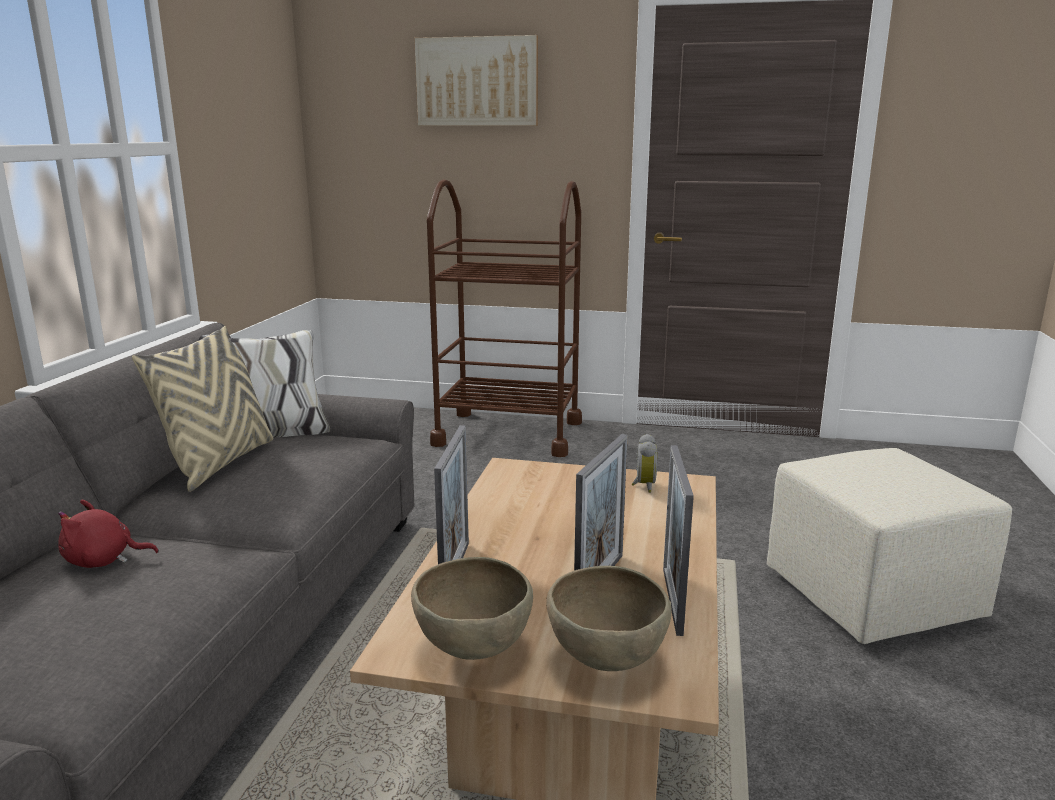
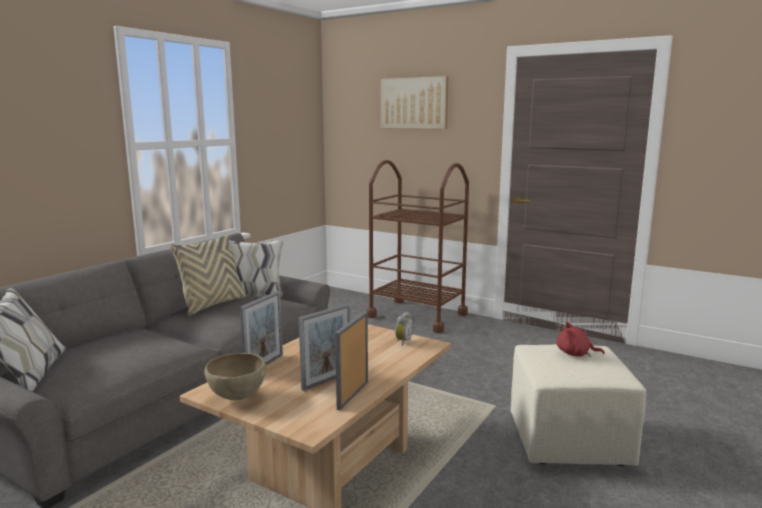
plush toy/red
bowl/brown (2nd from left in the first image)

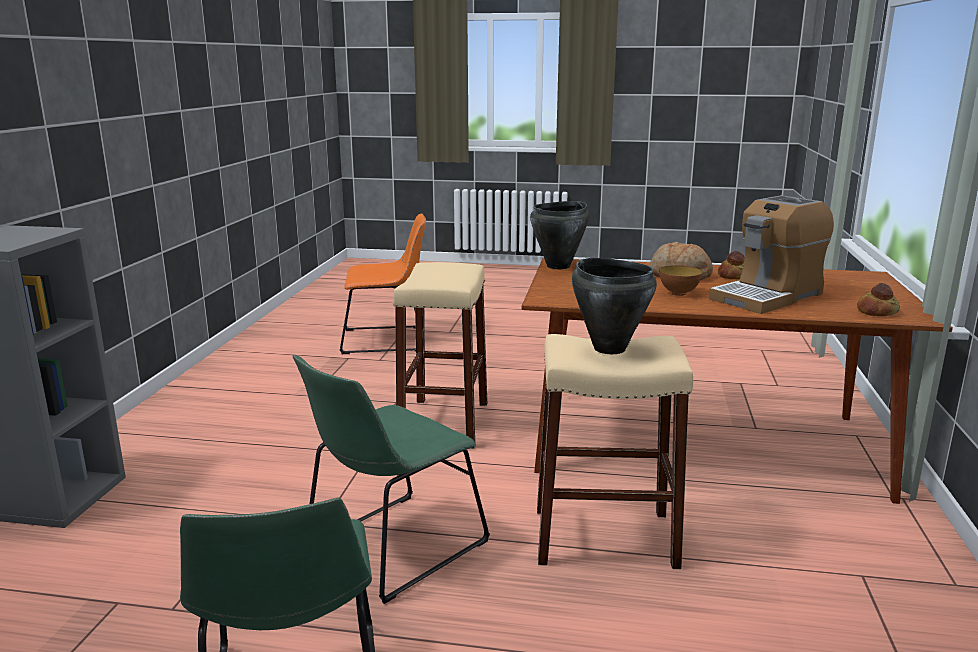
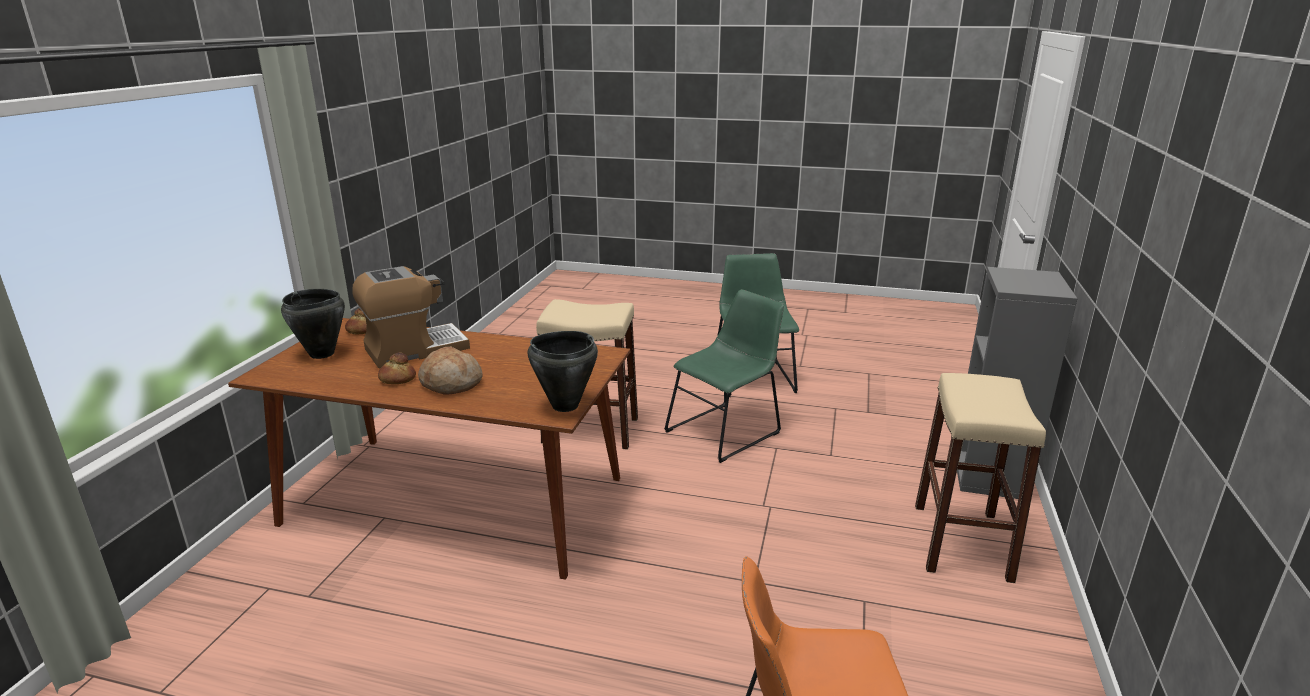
cooking pot/black (1st from left)
stool/beige (2nd from left)
bowl

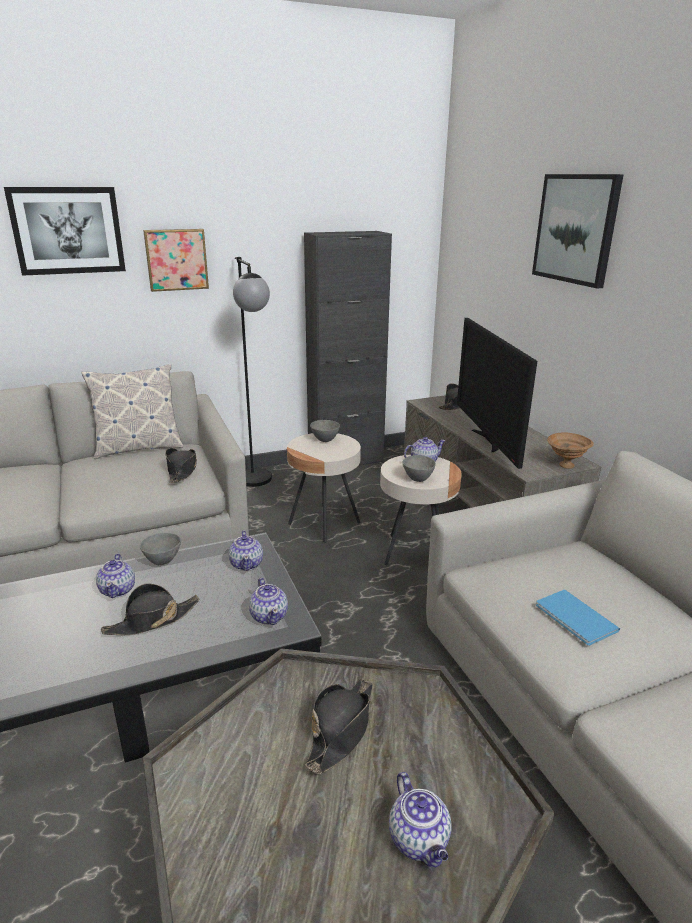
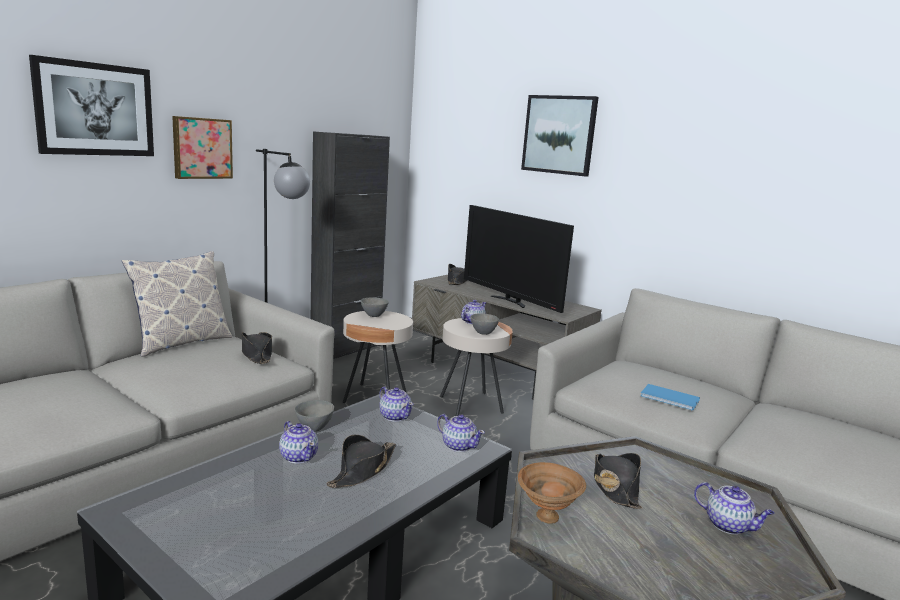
bowl/brown

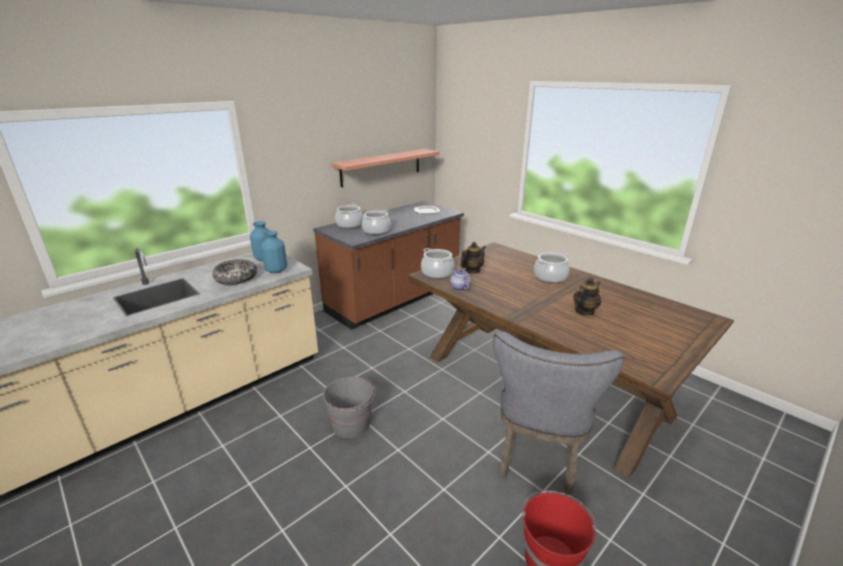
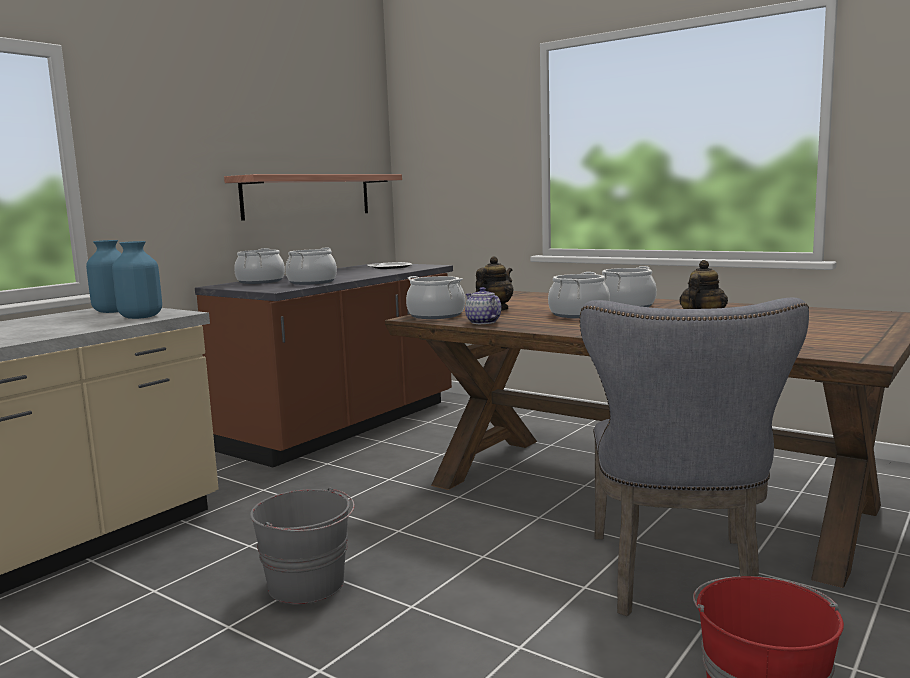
cooking pot (4th from left)
bowl

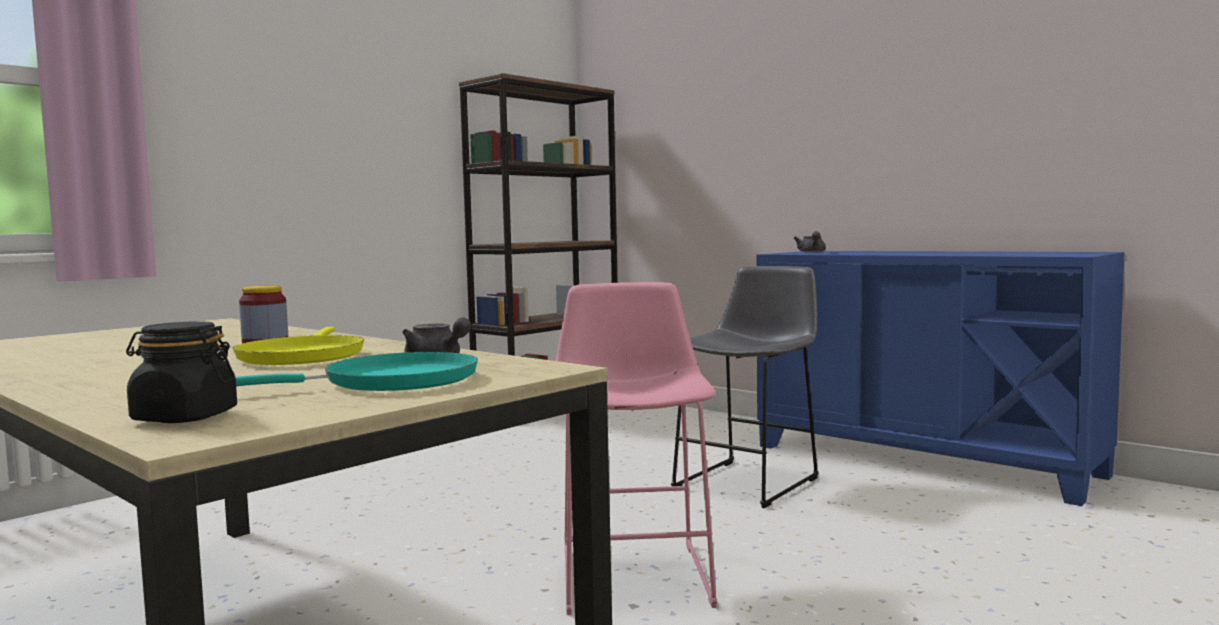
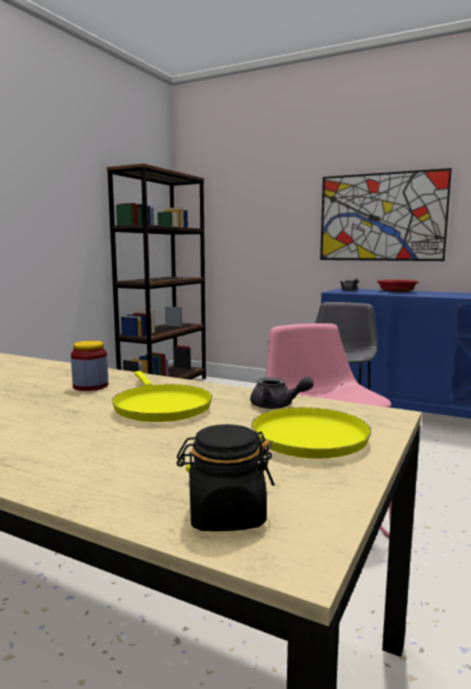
frying pan/yellow (2nd from left)
picture
bowl/red

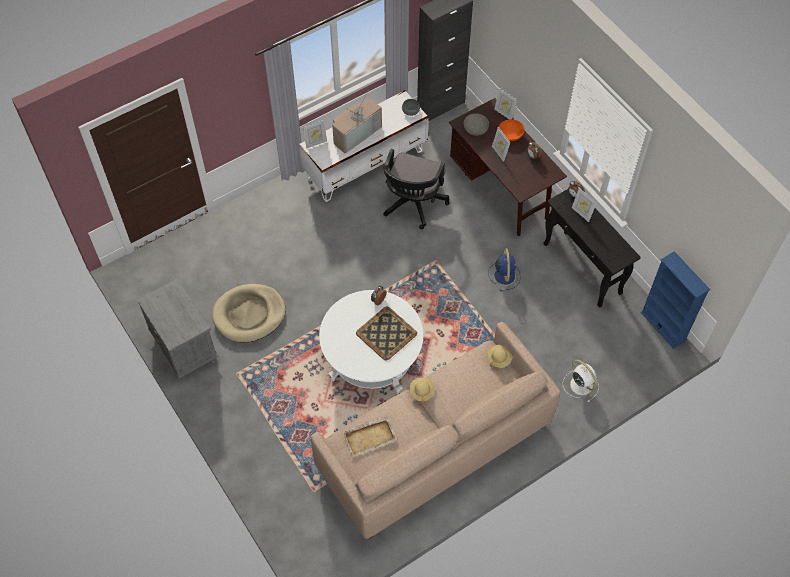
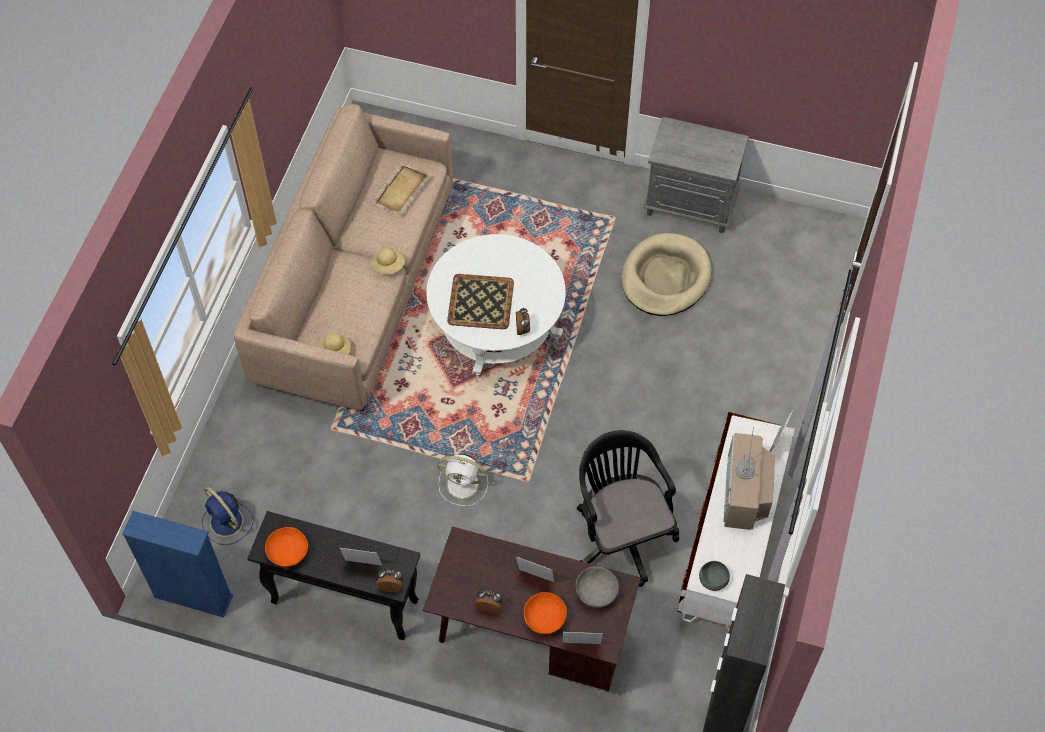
fan/blue
bowl/orange (1st from left)
fan/white

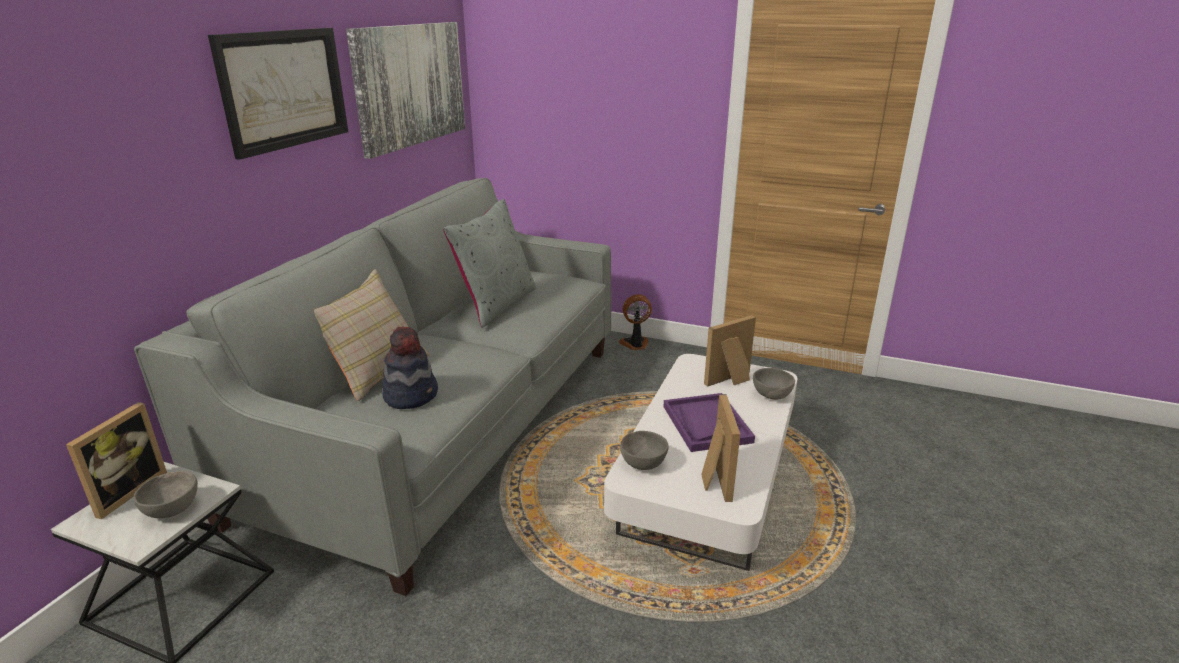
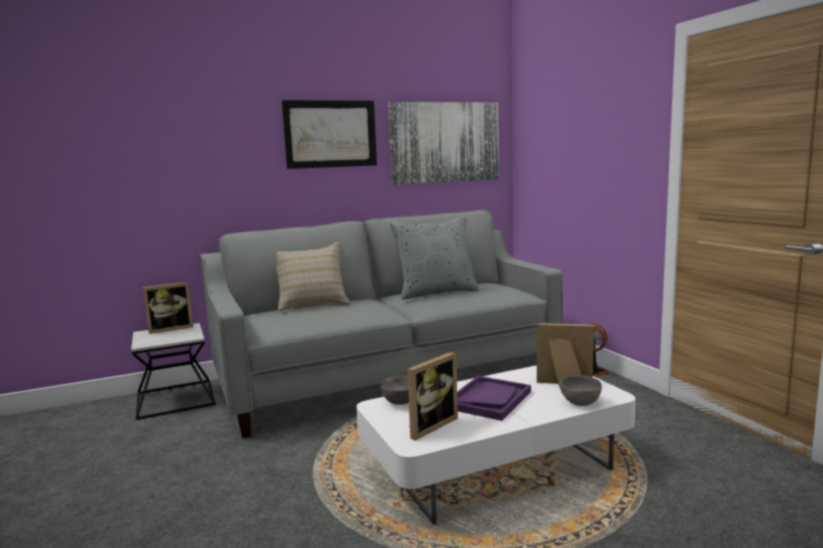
bowl/grey (1st from left in the first image)
hat

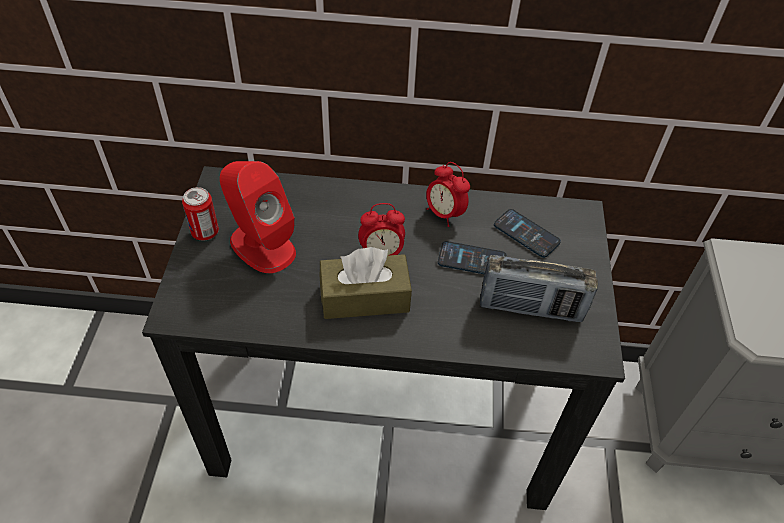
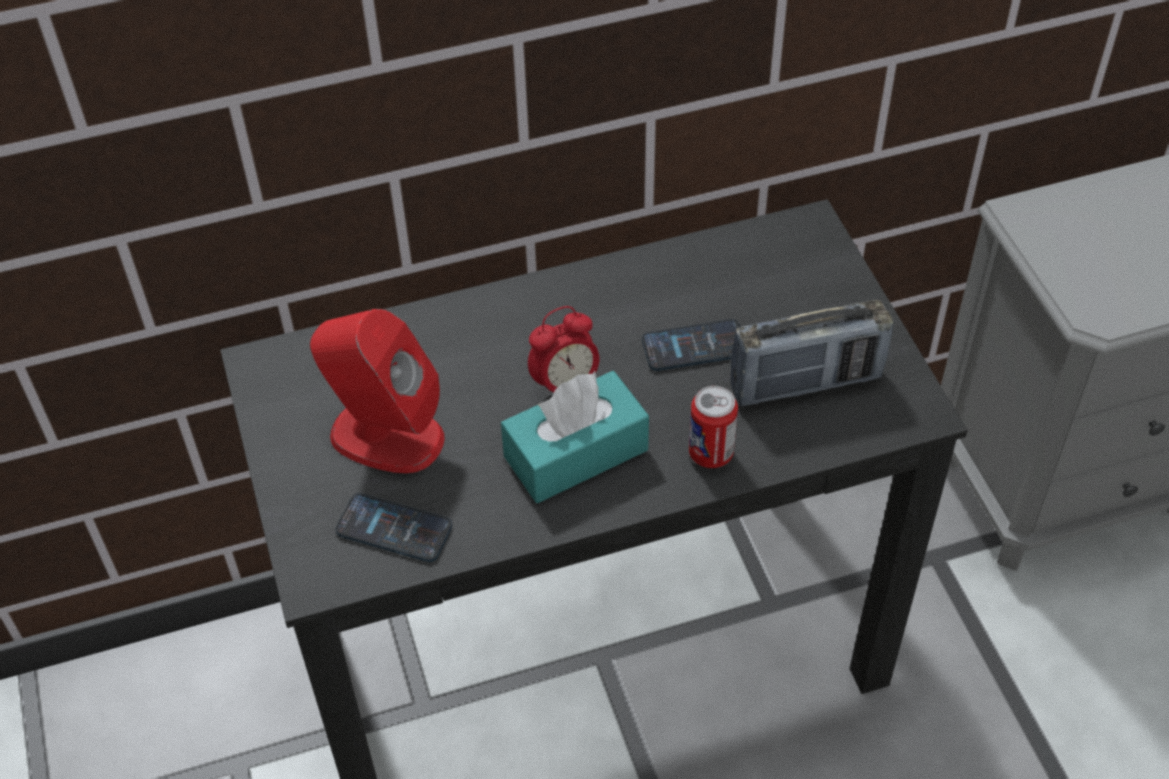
phone (1st from left)
tissue box/turquoise
can
alarm clock (2nd from left in the first image)

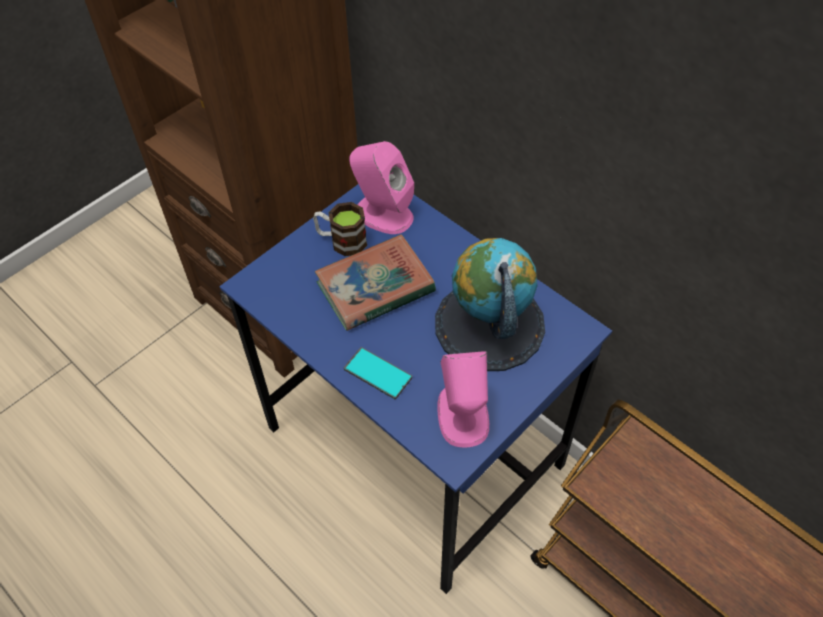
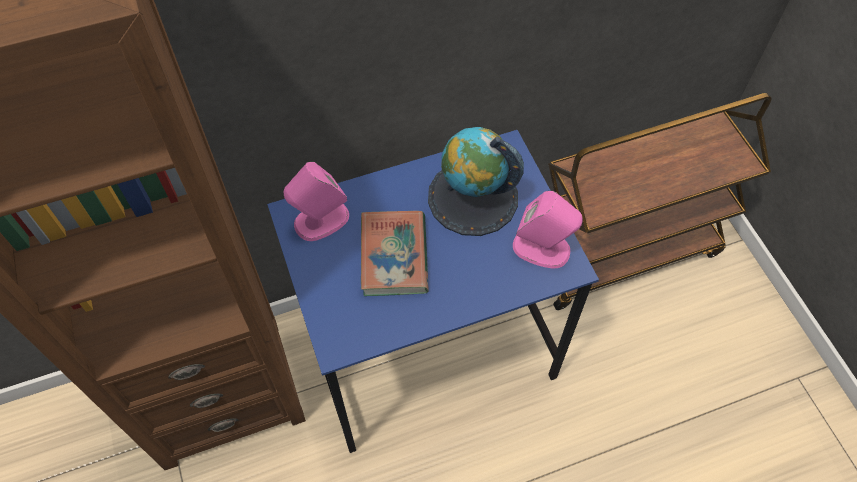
mug
phone

